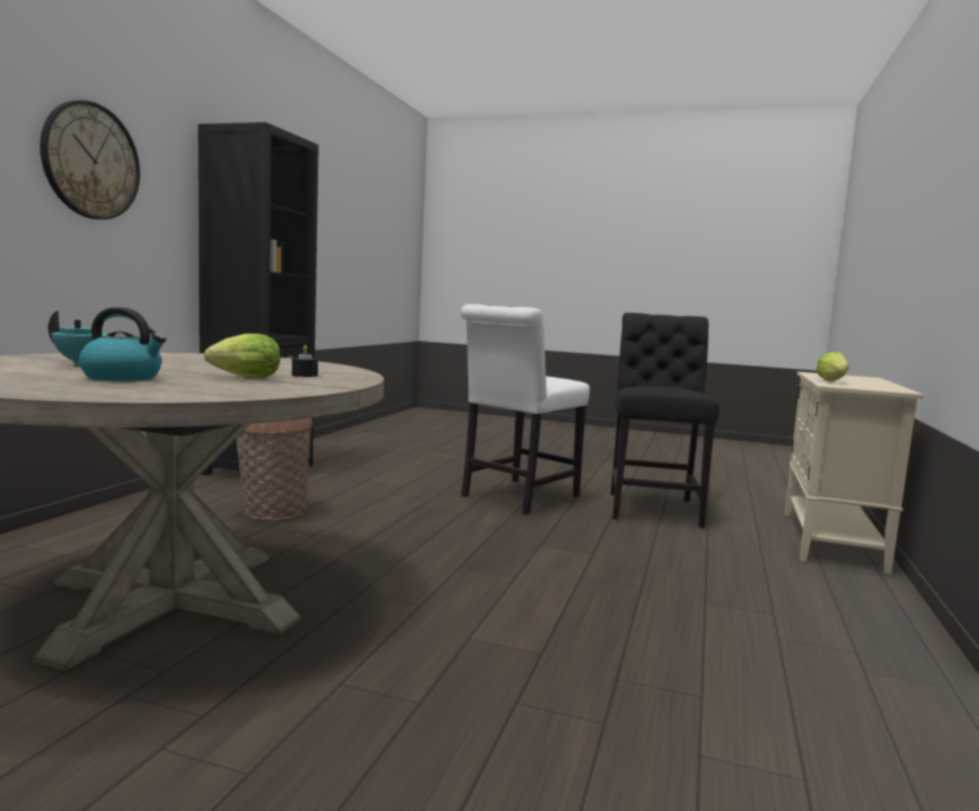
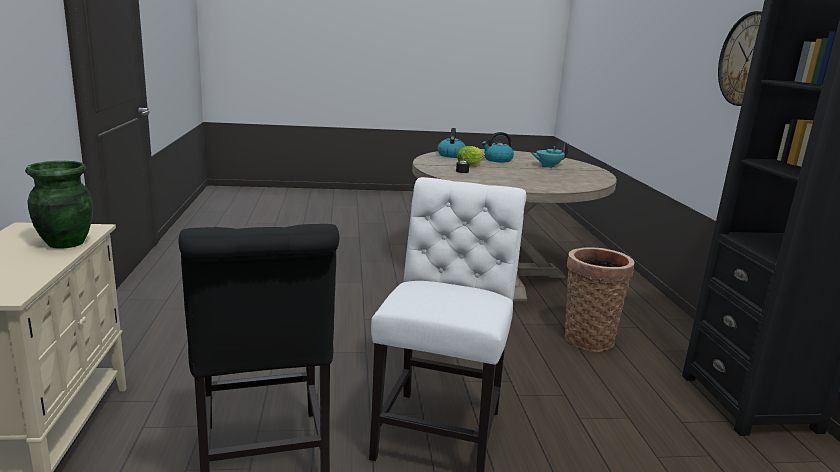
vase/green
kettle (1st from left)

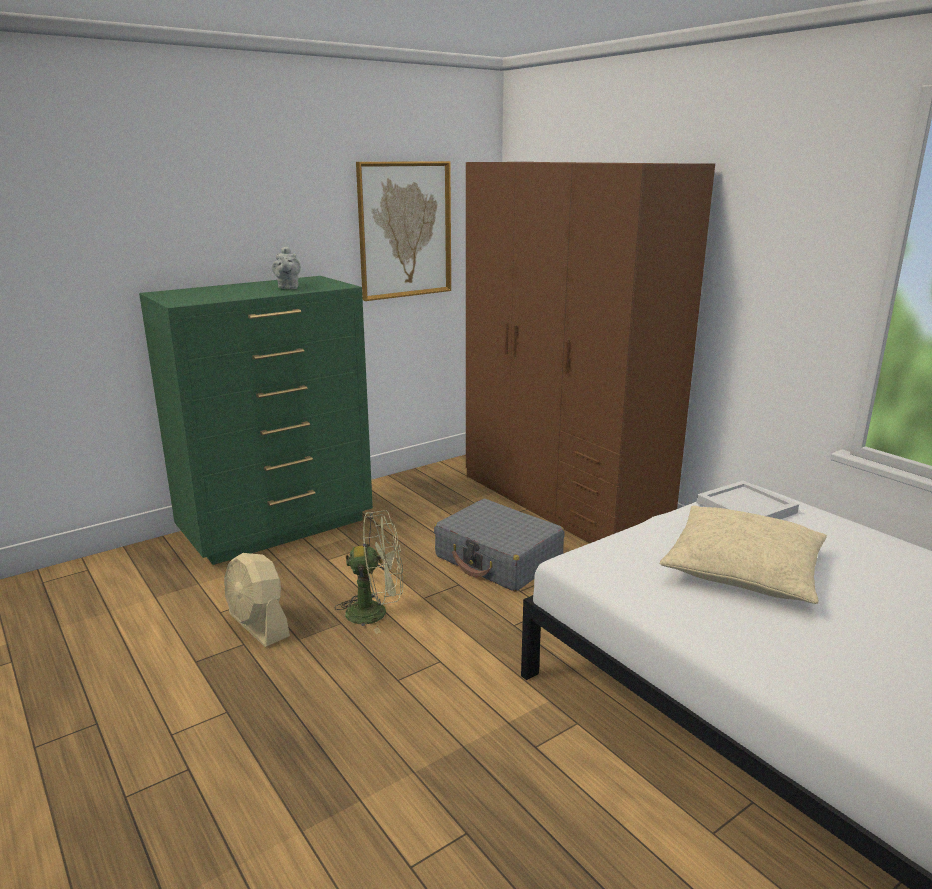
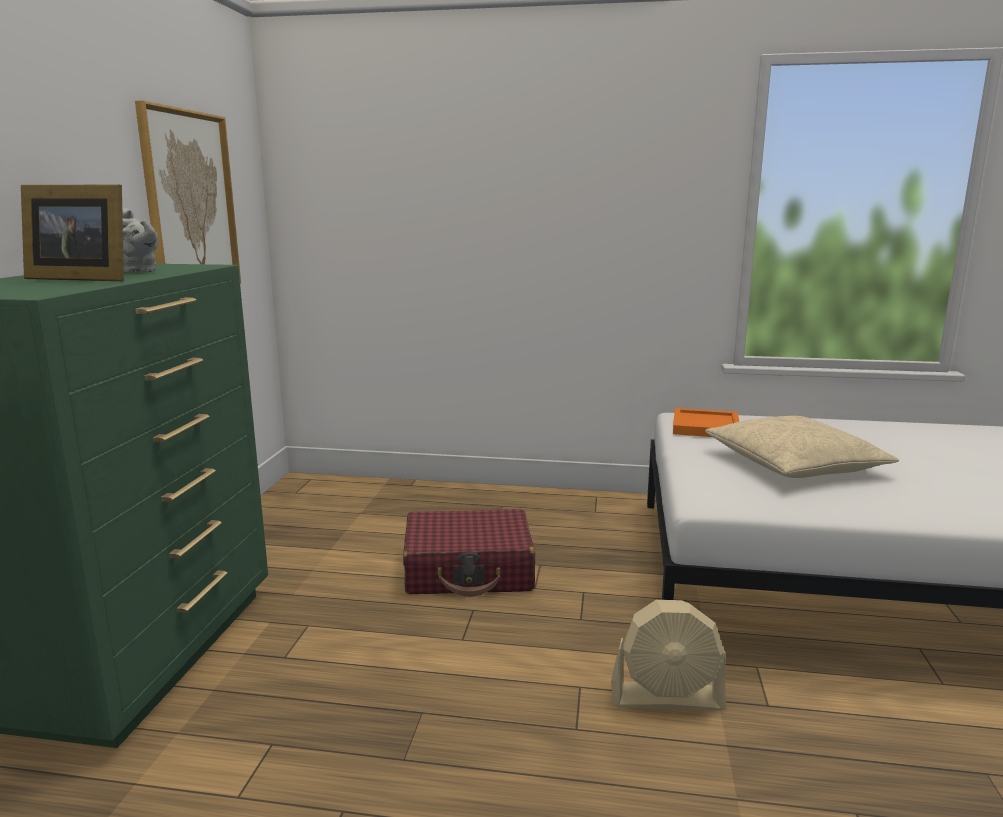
picture frame
suitcase/red
fan/beige
tray/orange
fan/green
wardrobe/brown

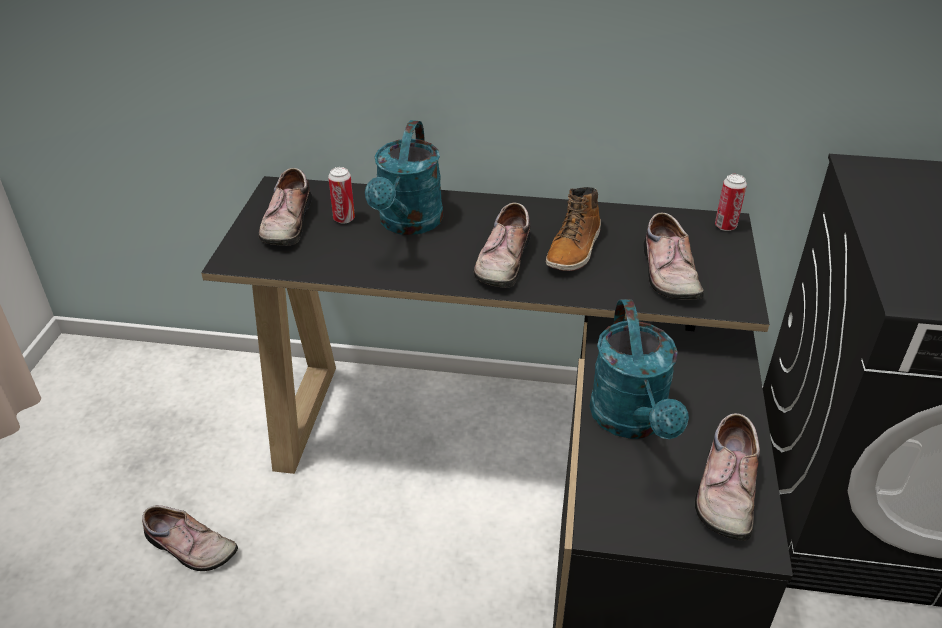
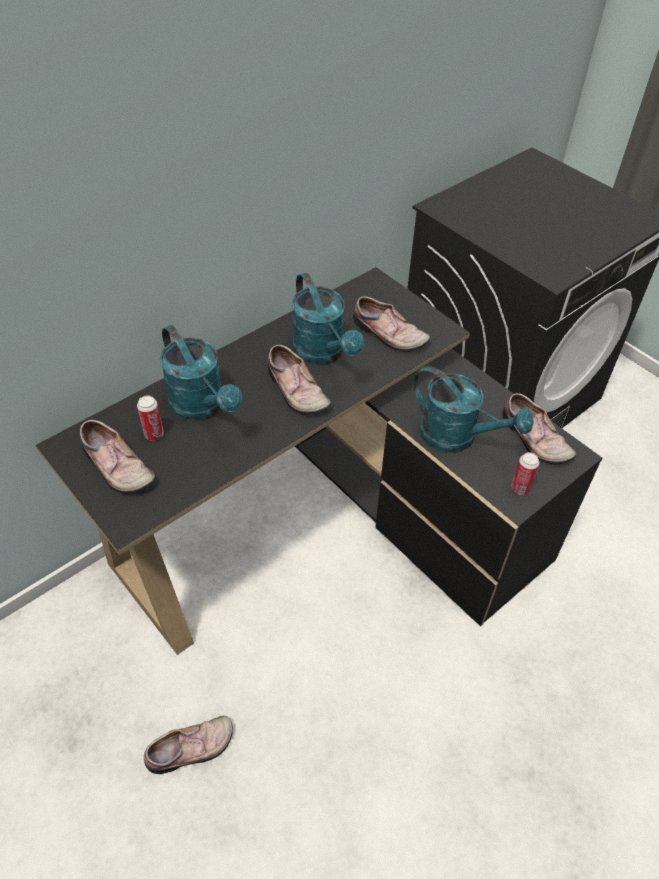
watering can/turquoise (2nd from left)
can (2nd from left)

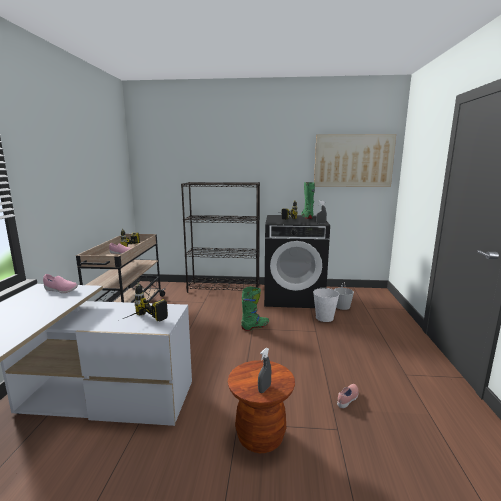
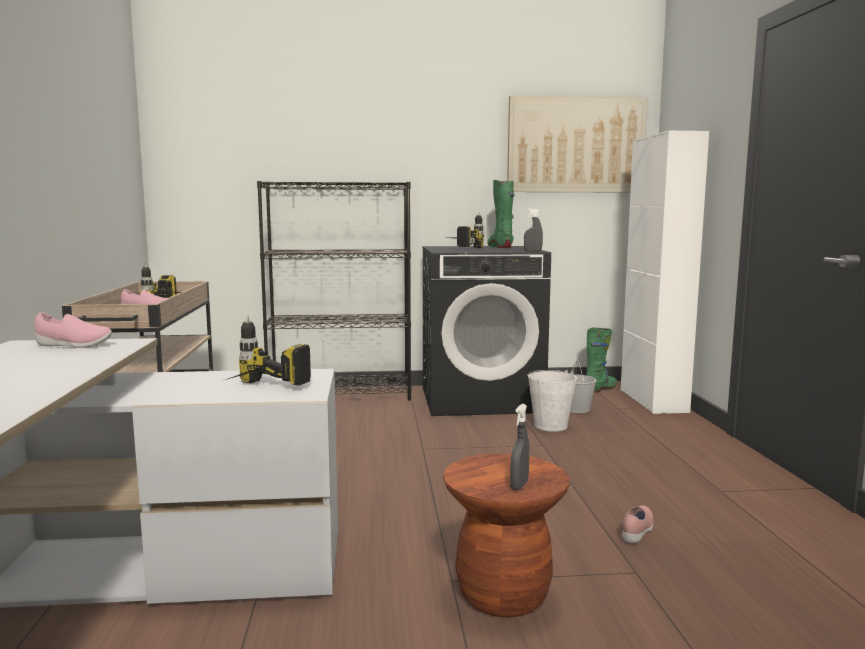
boot/green (2nd from left)
cabinet/white

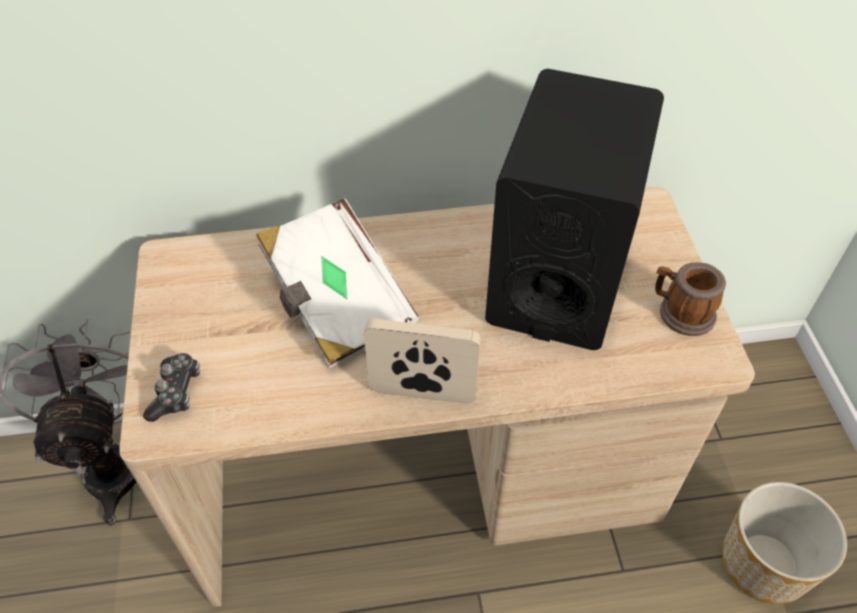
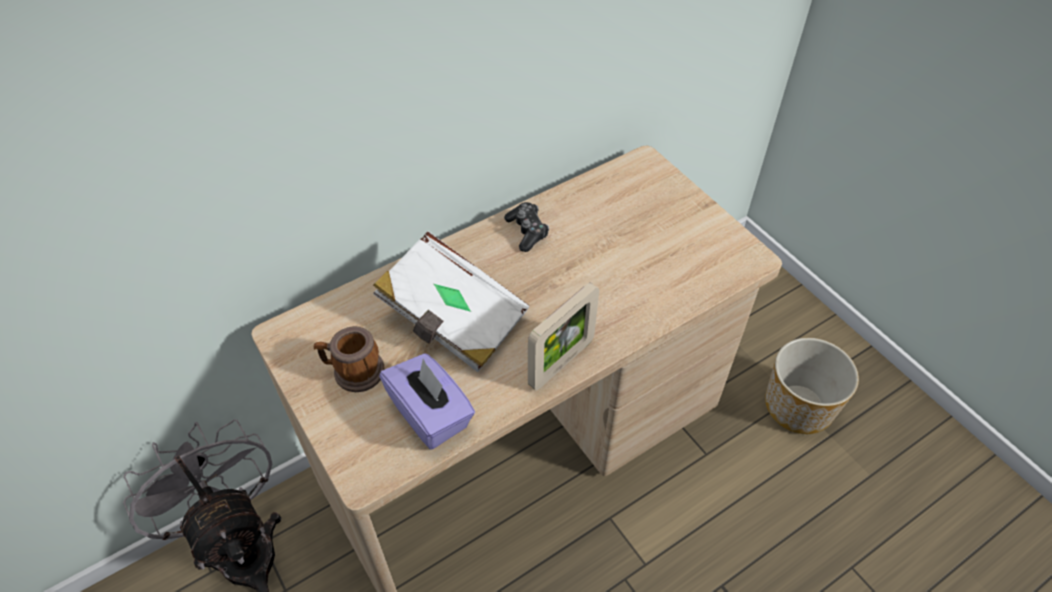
mug
tissue box/purple
game controller
picture frame
speaker/black

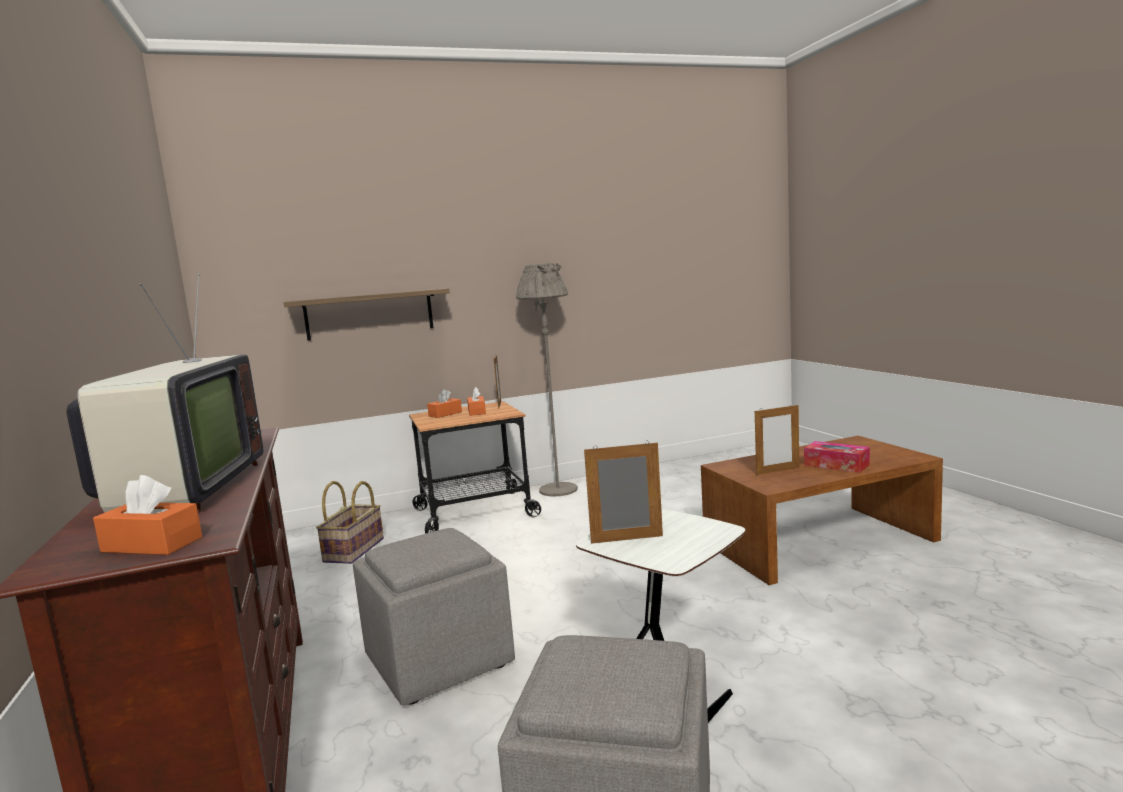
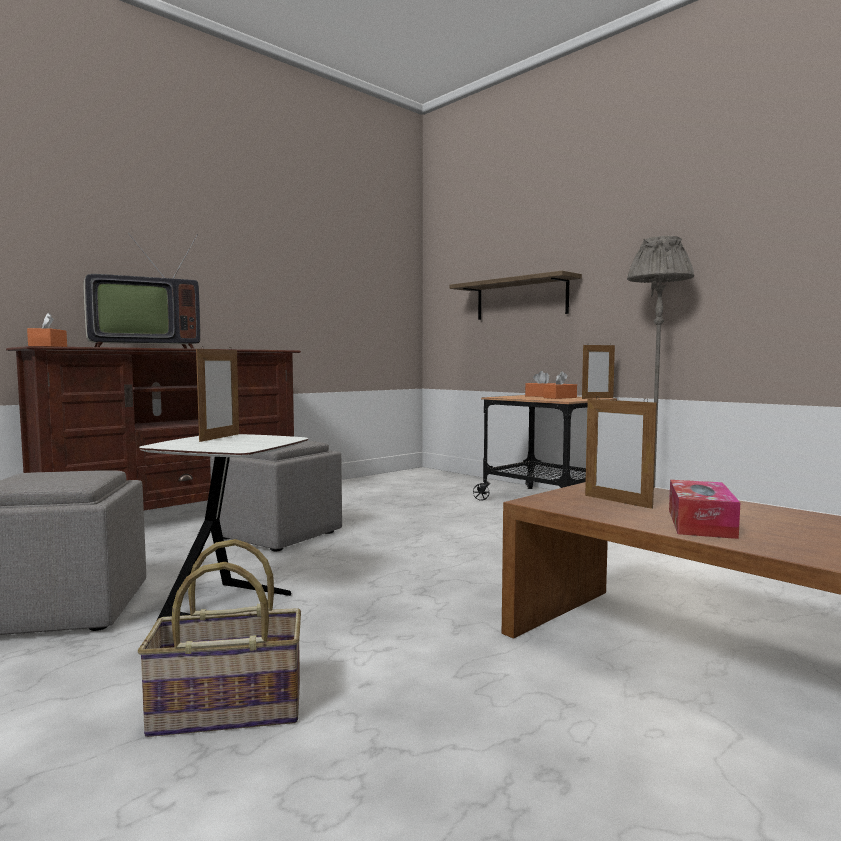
basket
picture frame (1st from left)

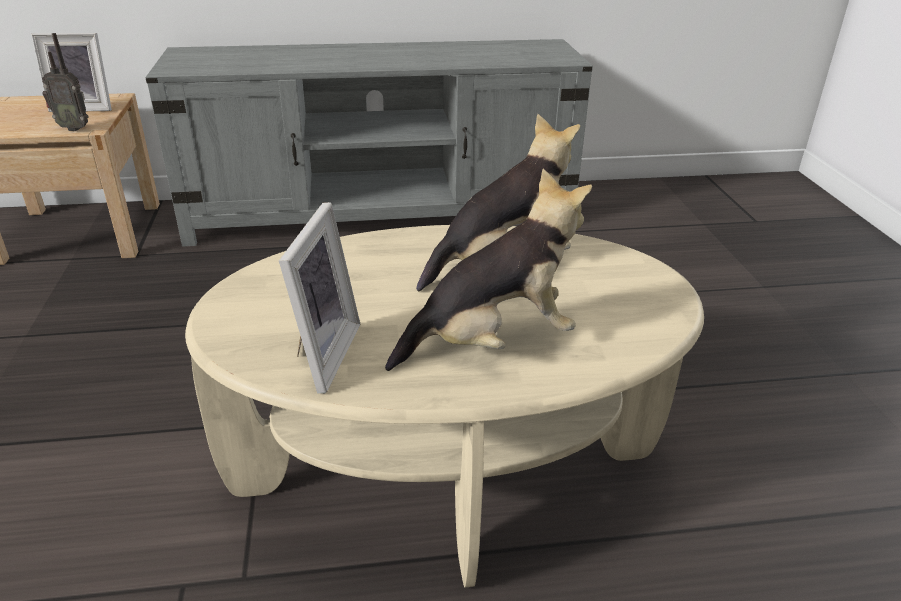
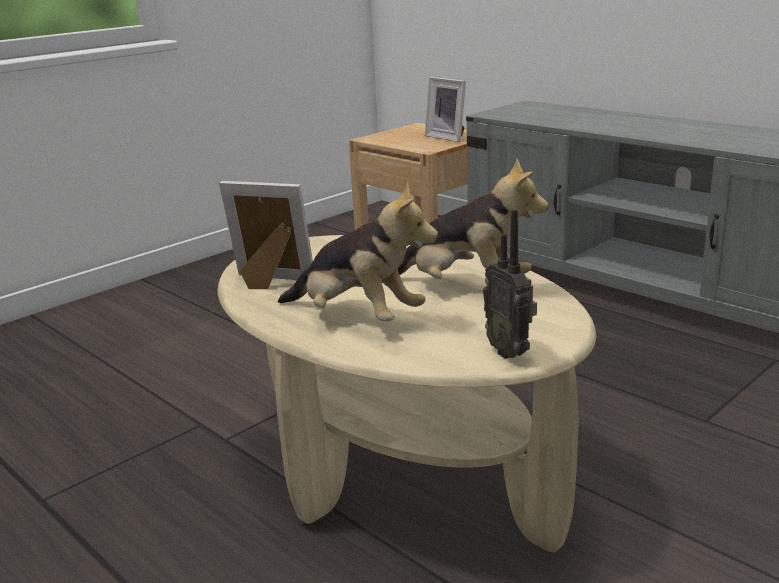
picture frame (1st from left)
radio

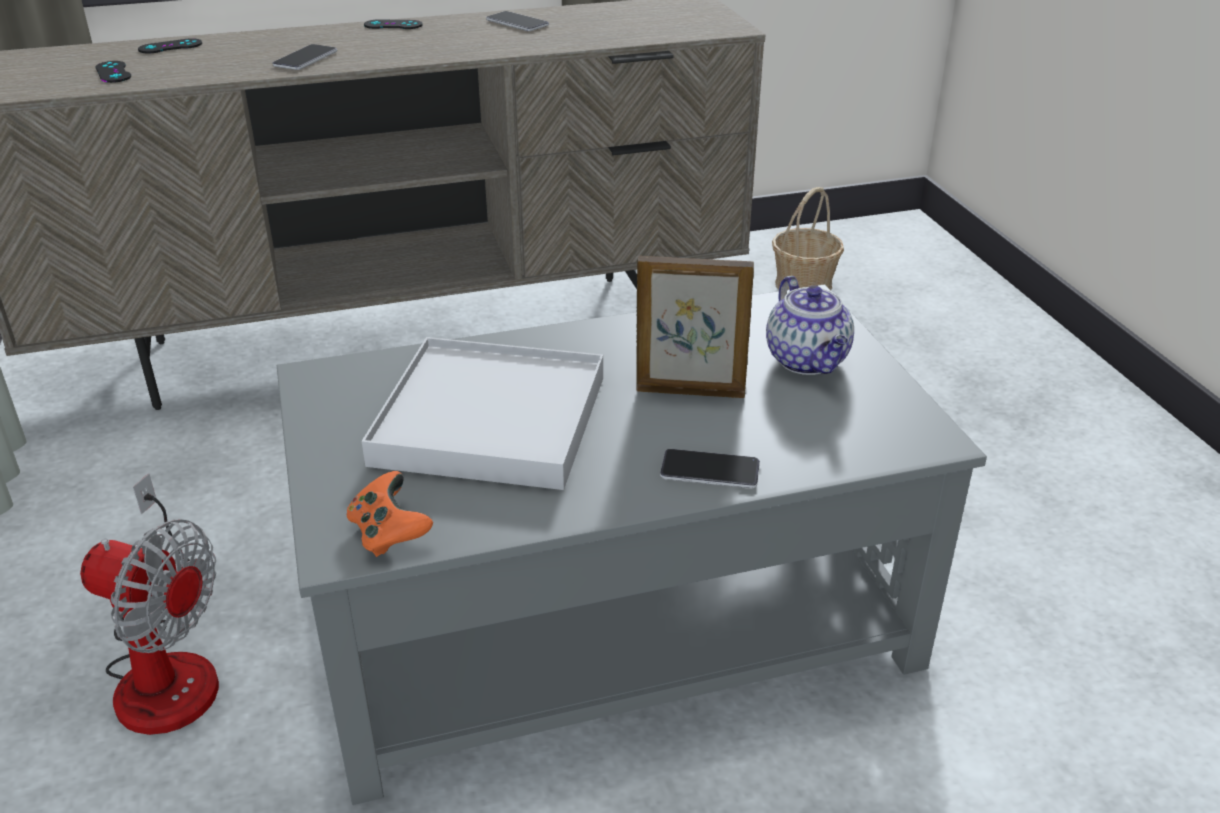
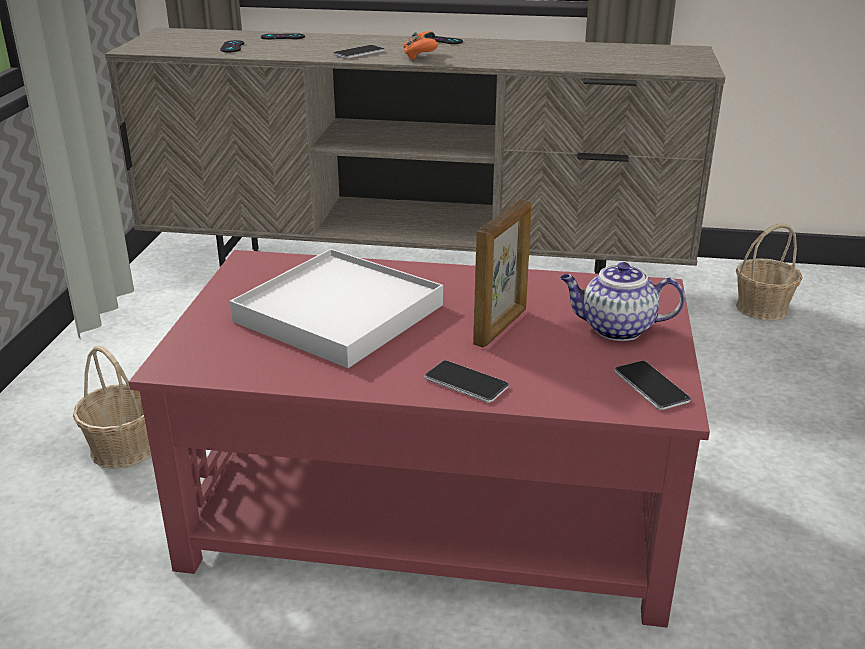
basket (1st from left)
coffee table/red
game controller/orange
picture frame
teapot
phone (3rd from left)

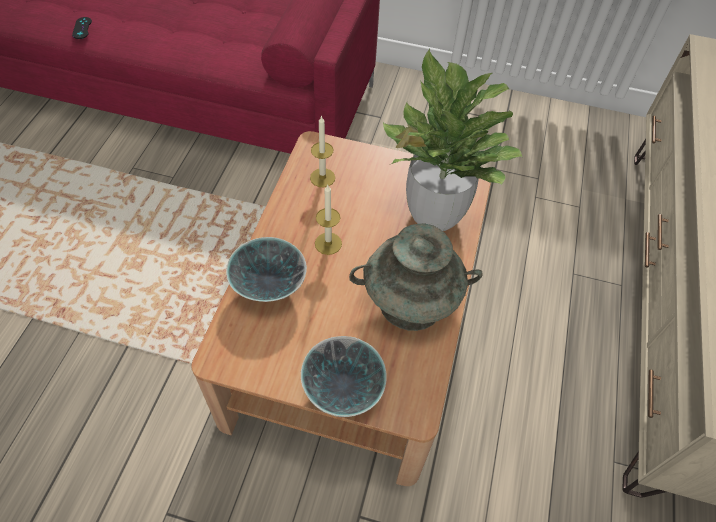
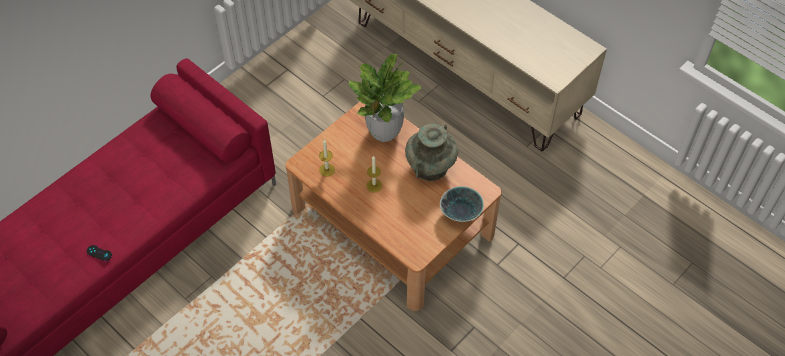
bowl (1st from left in the first image)

